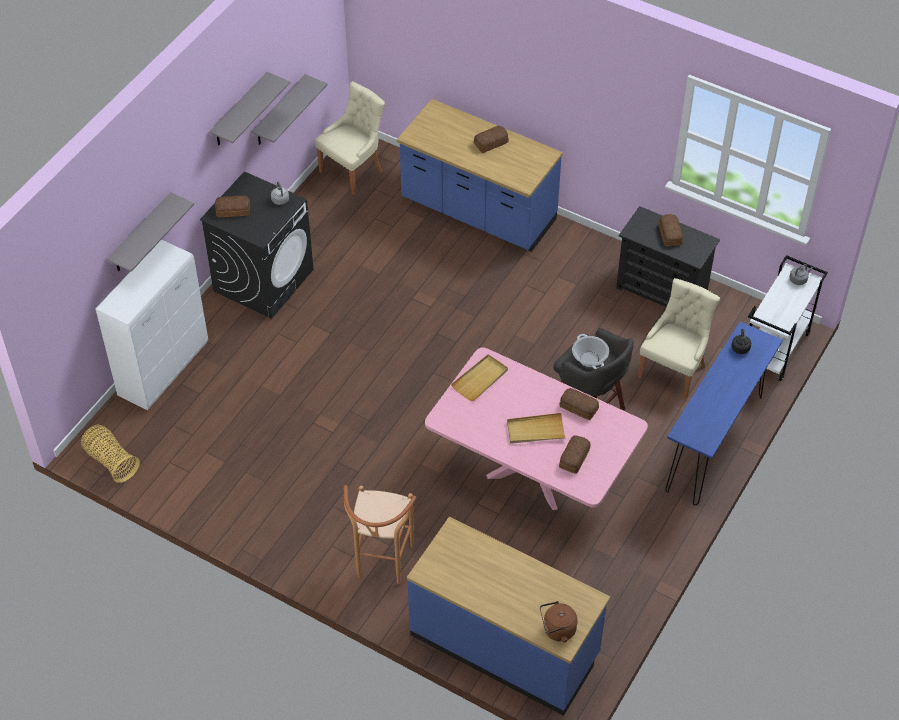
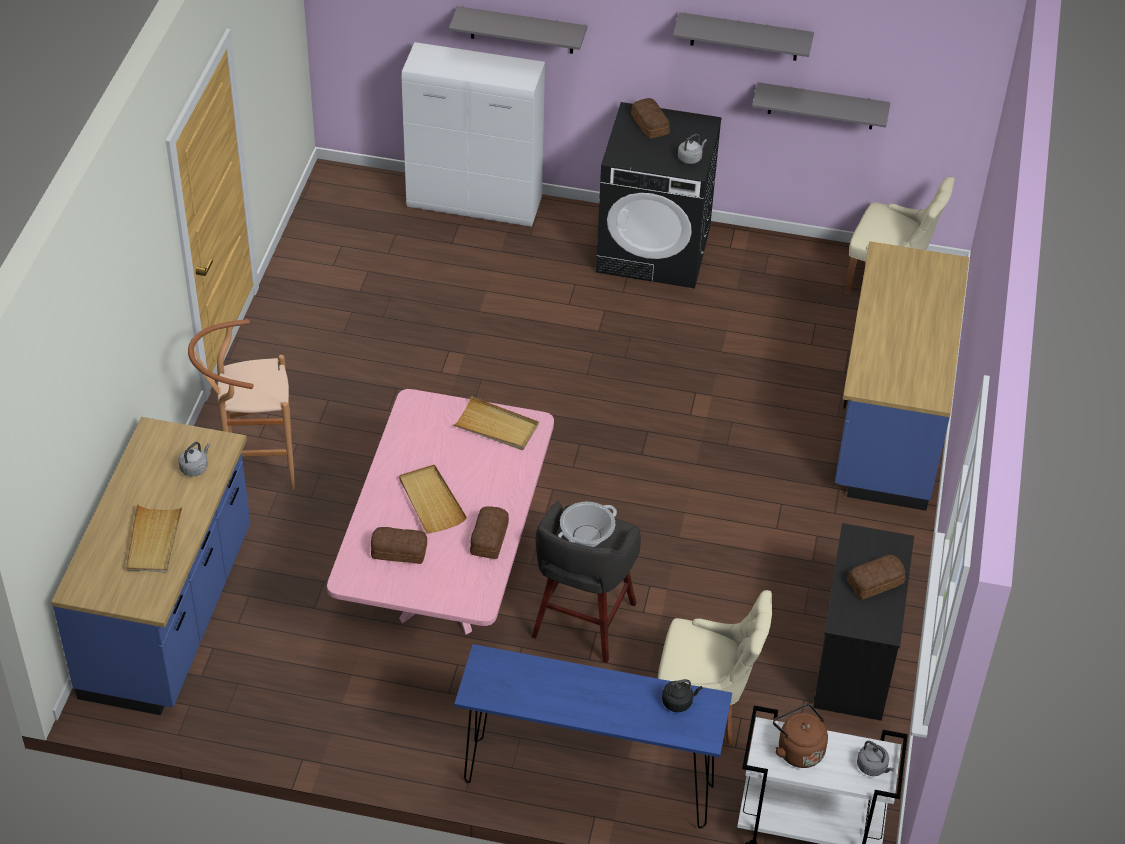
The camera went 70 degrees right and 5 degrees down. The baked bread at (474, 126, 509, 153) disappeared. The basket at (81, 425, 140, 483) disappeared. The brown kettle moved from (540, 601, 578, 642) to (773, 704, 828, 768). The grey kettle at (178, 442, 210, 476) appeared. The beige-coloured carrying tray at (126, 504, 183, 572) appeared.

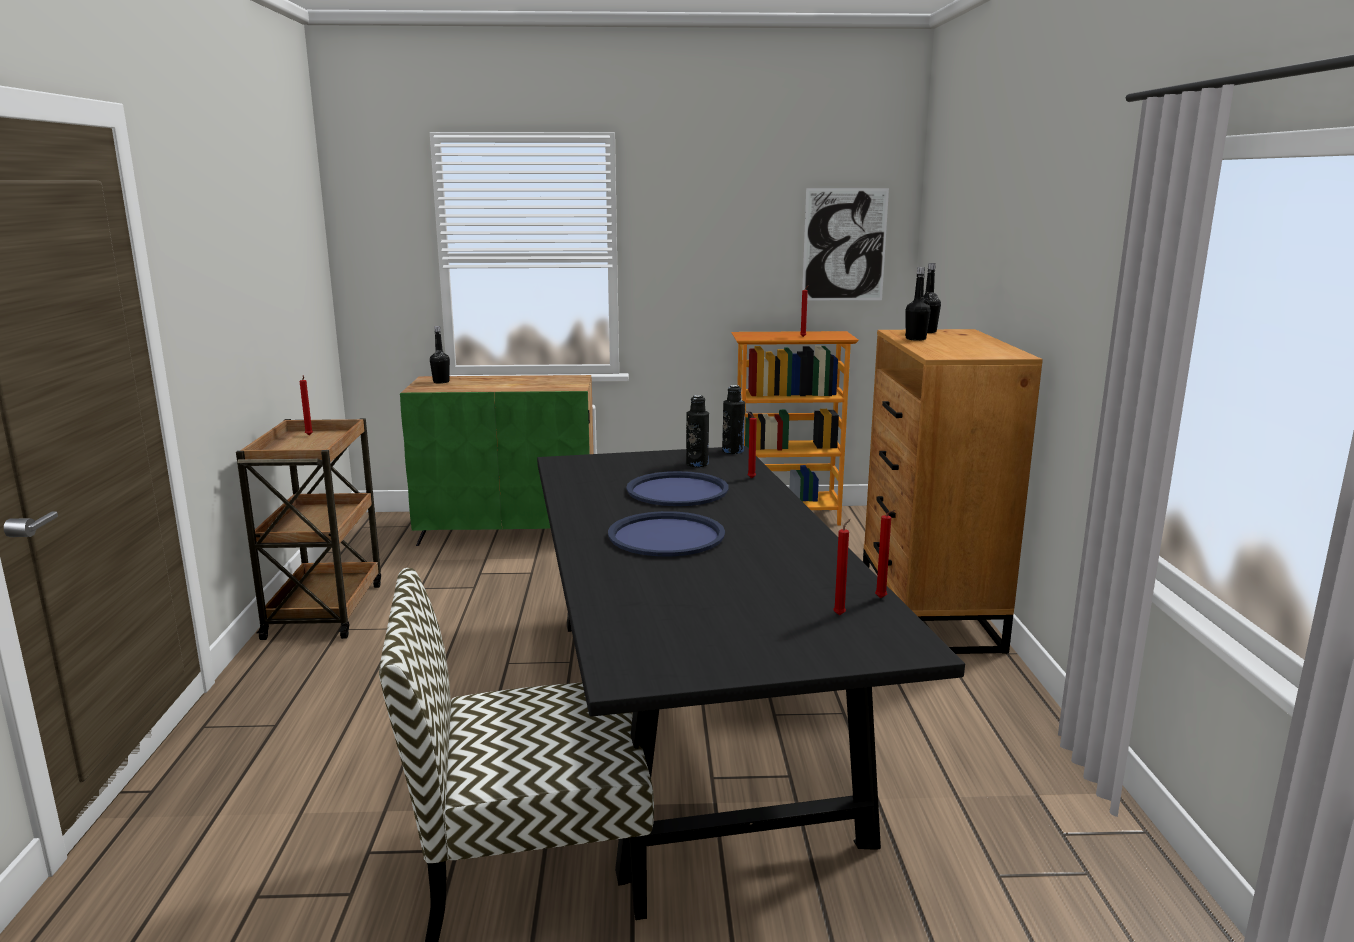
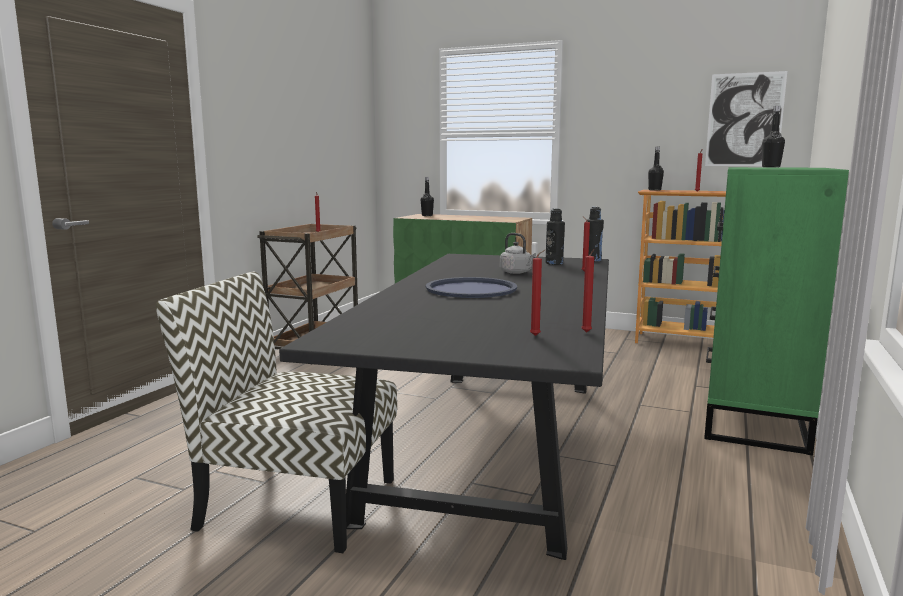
The camera went 25 degrees right and 5 degrees down. The black-coloured bottle moved from (905, 267, 931, 341) to (648, 147, 664, 191). The brown drawer chest at (863, 329, 1043, 654) became the green-coloured drawer chest at (704, 167, 849, 456). The blue-coloured carrying tray at (626, 471, 729, 506) was replaced by the grey kettle at (500, 233, 536, 274).

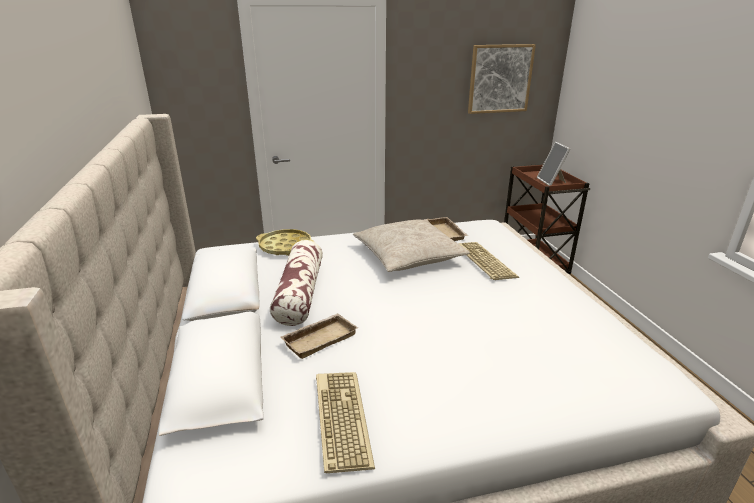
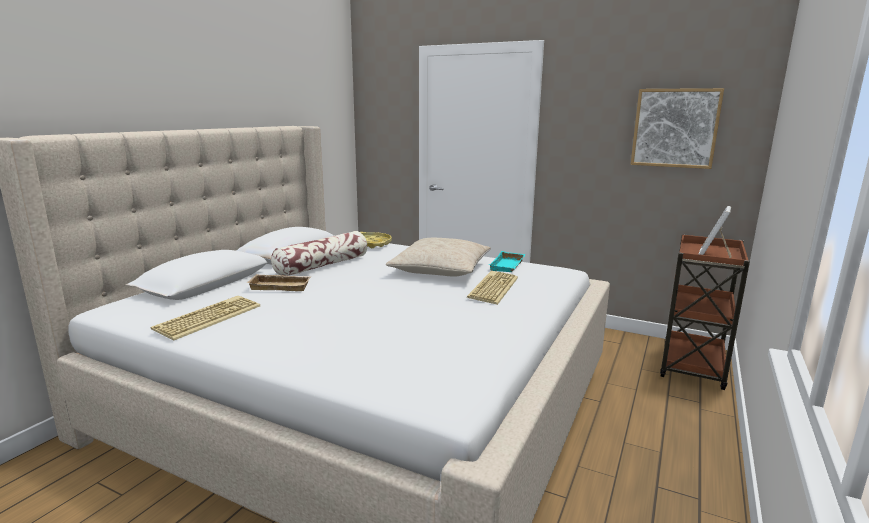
The camera went 40 degrees right and 10 degrees down. The beige-coloured carrying tray at (427, 217, 468, 241) became the blue-green carrying tray at (489, 251, 526, 272).

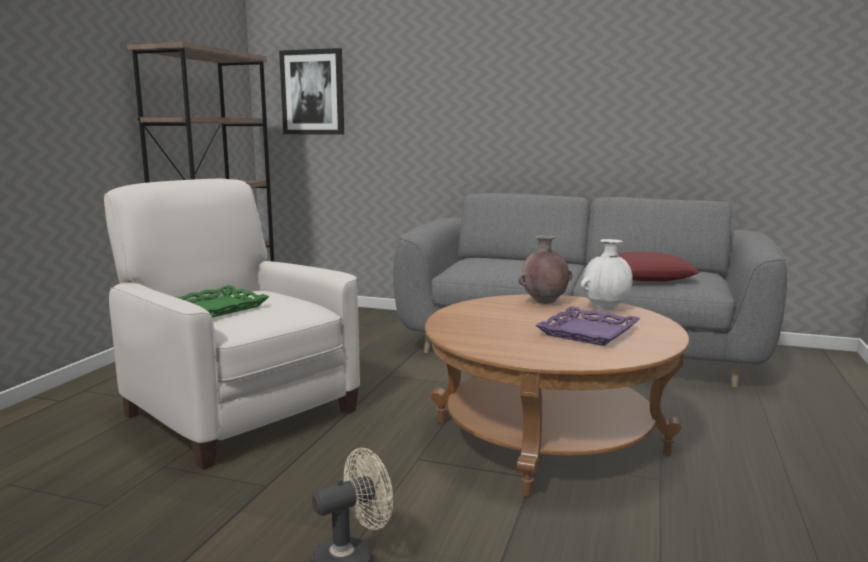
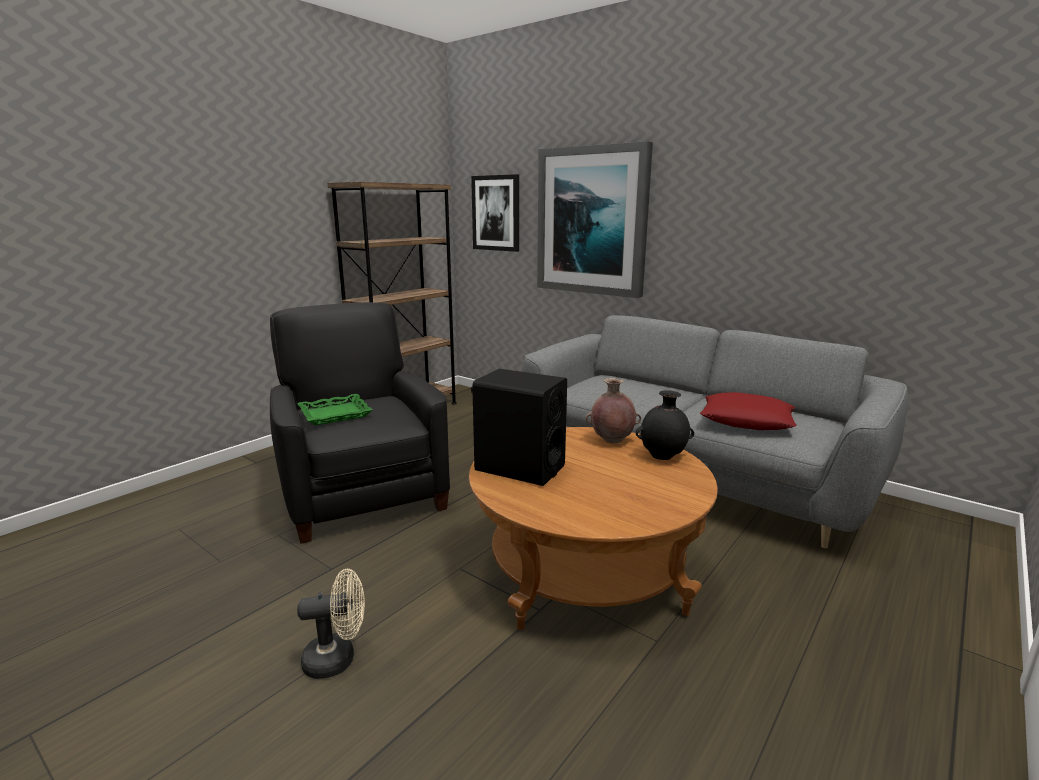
The camera went 20 degrees right and 5 degrees up. The whitish armchair at (104, 179, 360, 470) became the black-coloured armchair at (270, 302, 450, 544). The whitish decorative vase at (581, 239, 633, 310) became the black-coloured decorative vase at (636, 390, 694, 460). The purplish carrying tray at (535, 306, 640, 346) disappeared. The wall art at (537, 141, 653, 298) appeared. The black-coloured speaker at (471, 369, 567, 486) appeared.

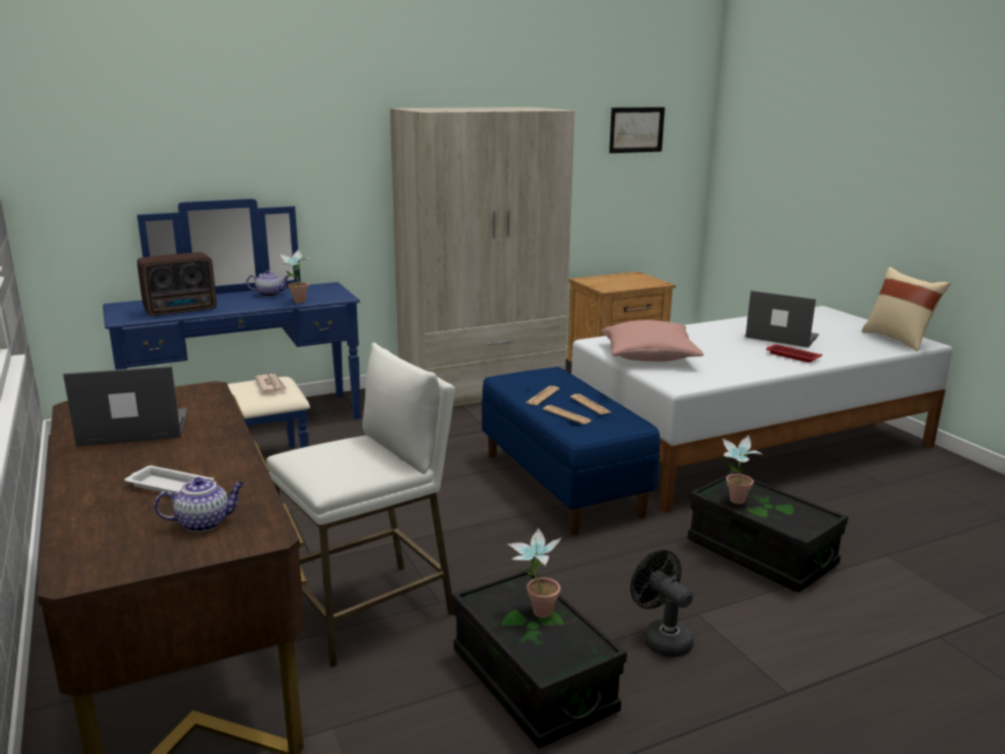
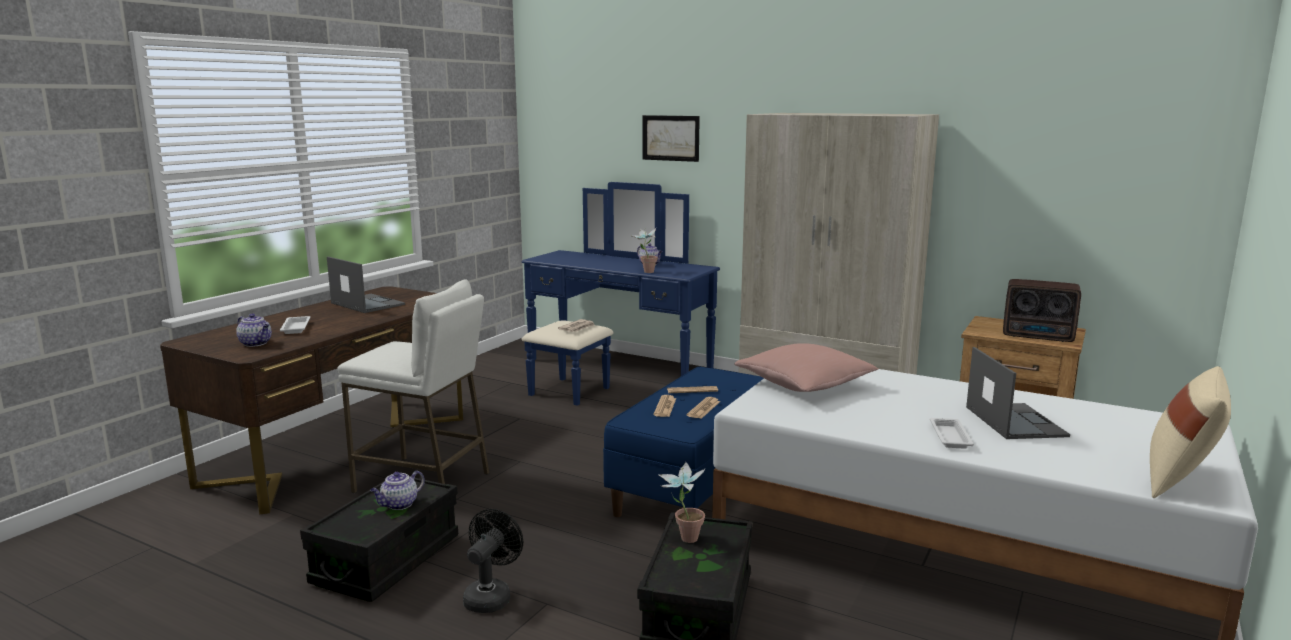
The camera went 55 degrees right and 5 degrees down. The wall art moved from (609, 107, 665, 153) to (643, 115, 700, 162). The radio moved from (137, 252, 217, 316) to (1003, 279, 1081, 342). The red-coloured carrying tray at (766, 344, 822, 363) became the whitish carrying tray at (930, 418, 974, 449). The potted plant at (508, 528, 561, 618) was replaced by the teapot at (370, 471, 425, 510).

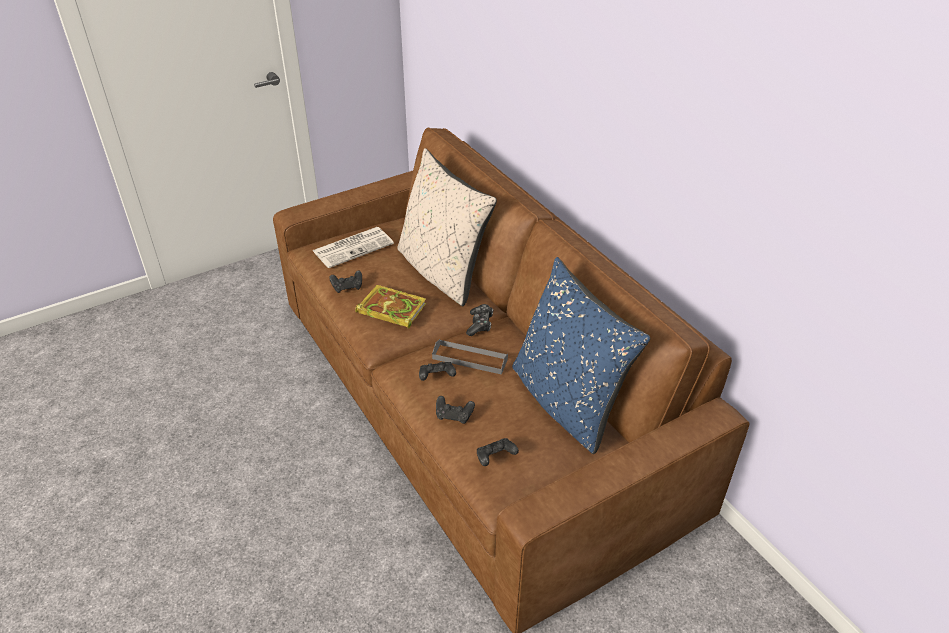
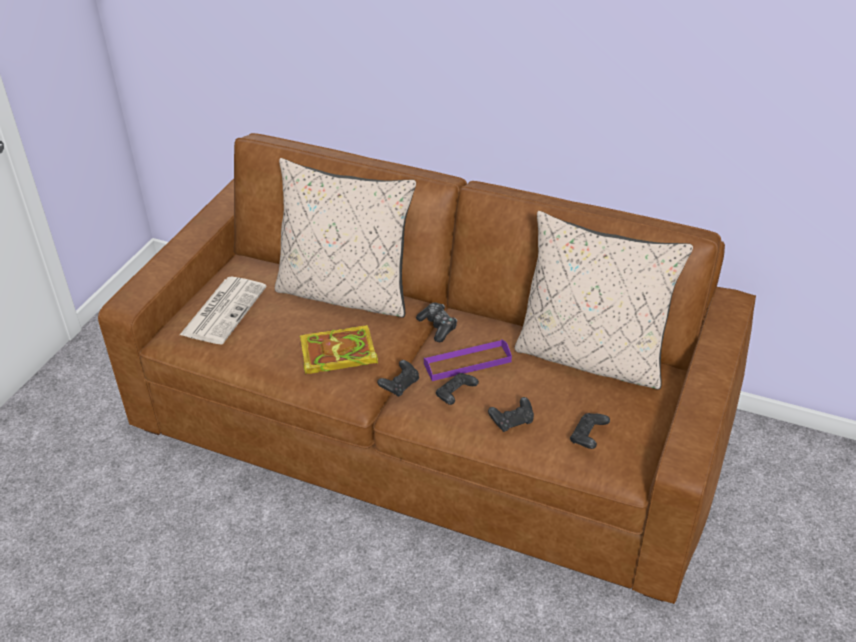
The camera went 35 degrees left and 0 degrees up. The blue-coloured throw pillow at (512, 257, 650, 454) became the beige-coloured throw pillow at (514, 211, 693, 390). The black-coloured joypad moved from (329, 270, 362, 293) to (377, 360, 419, 397). The grey carrying tray at (432, 339, 508, 375) became the purplish carrying tray at (424, 339, 512, 381).

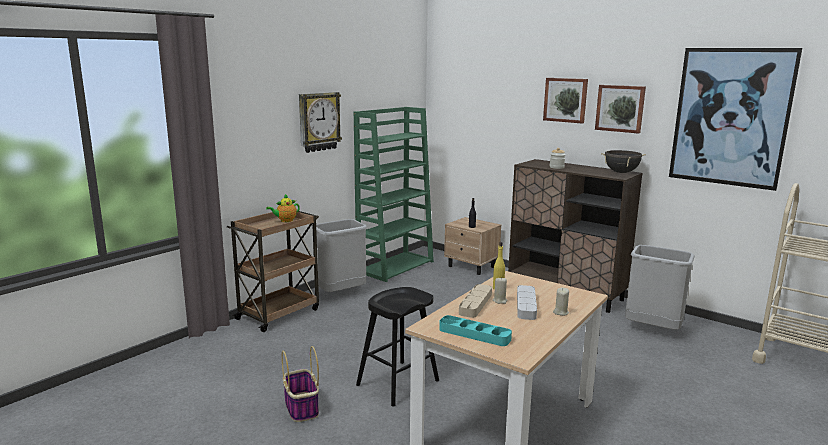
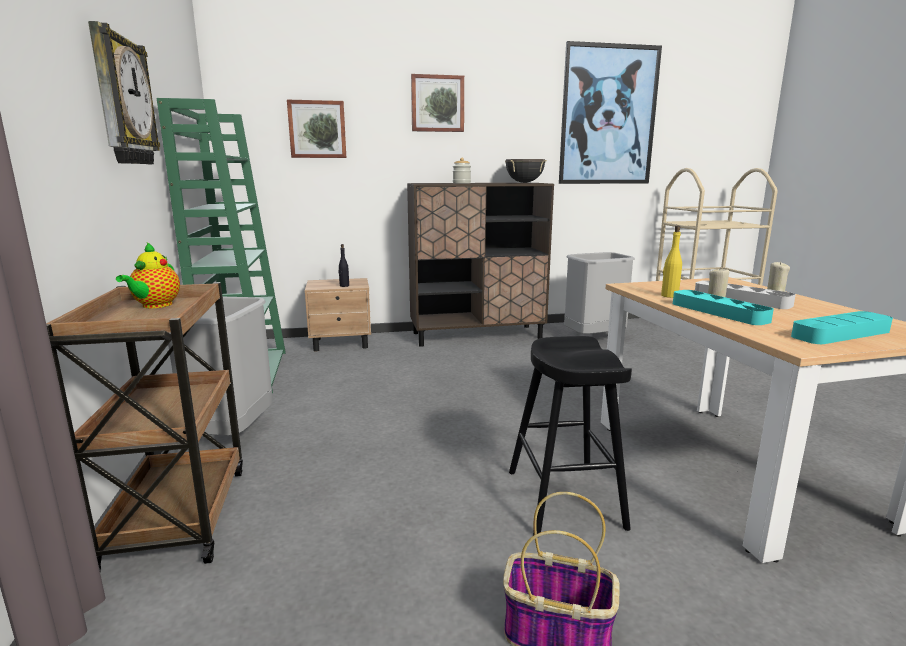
The camera went 50 degrees left and 0 degrees up. The wall art moved from (595, 85, 646, 134) to (287, 100, 346, 158). The beige-coloured carrying tray at (459, 284, 492, 318) became the blue-green carrying tray at (673, 290, 774, 325).

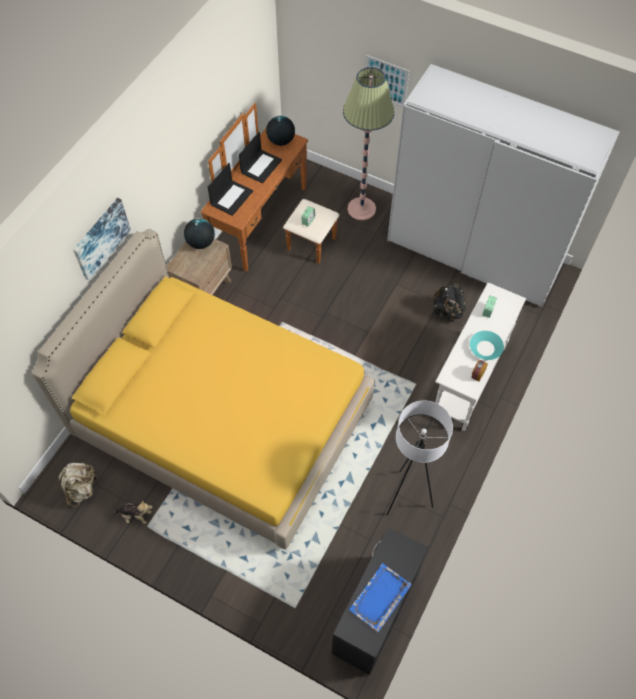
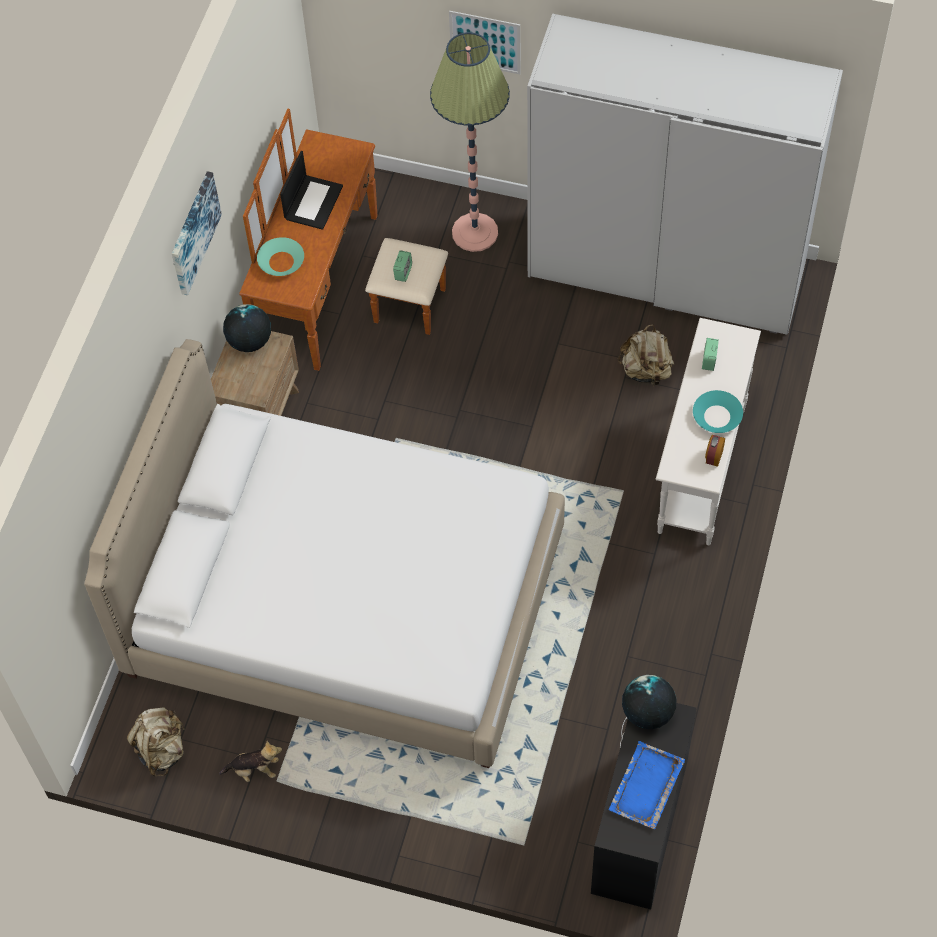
The camera went 10 degrees left and 0 degrees up. The world globe moved from (266, 116, 295, 146) to (622, 675, 676, 729). The notebook computer at (208, 163, 253, 216) was replaced by the blue-green deep dish at (257, 237, 304, 276). The wall art moved from (73, 198, 131, 281) to (171, 171, 222, 296). The yellow bed at (32, 229, 375, 549) became the whitish bed at (84, 339, 565, 768). The black-coloured backpack at (431, 282, 466, 322) became the beige-coloured backpack at (618, 324, 674, 387). The whitish standard lamp at (387, 401, 453, 516) disappeared.

